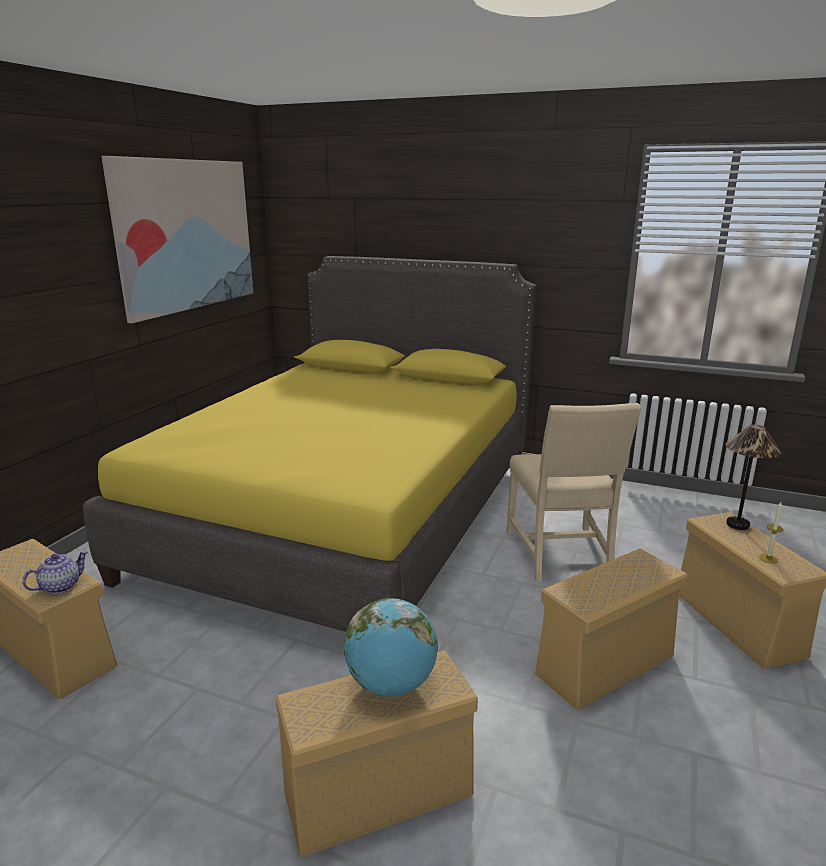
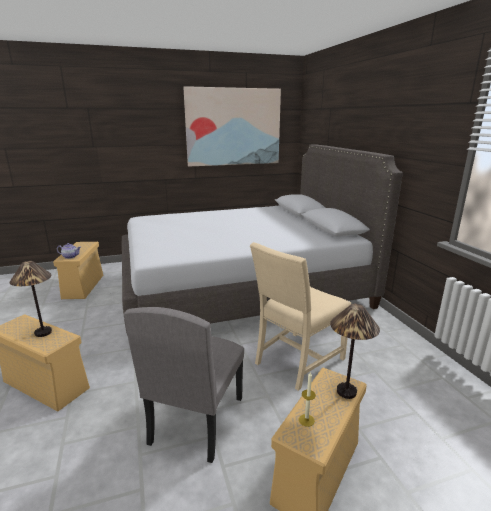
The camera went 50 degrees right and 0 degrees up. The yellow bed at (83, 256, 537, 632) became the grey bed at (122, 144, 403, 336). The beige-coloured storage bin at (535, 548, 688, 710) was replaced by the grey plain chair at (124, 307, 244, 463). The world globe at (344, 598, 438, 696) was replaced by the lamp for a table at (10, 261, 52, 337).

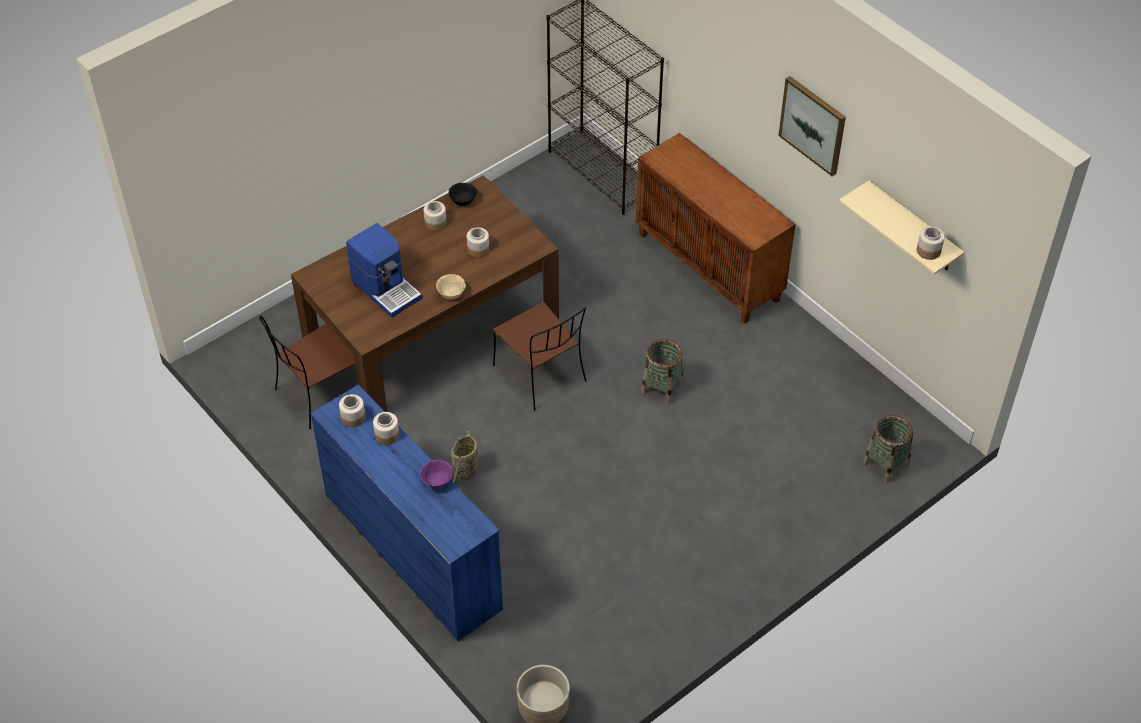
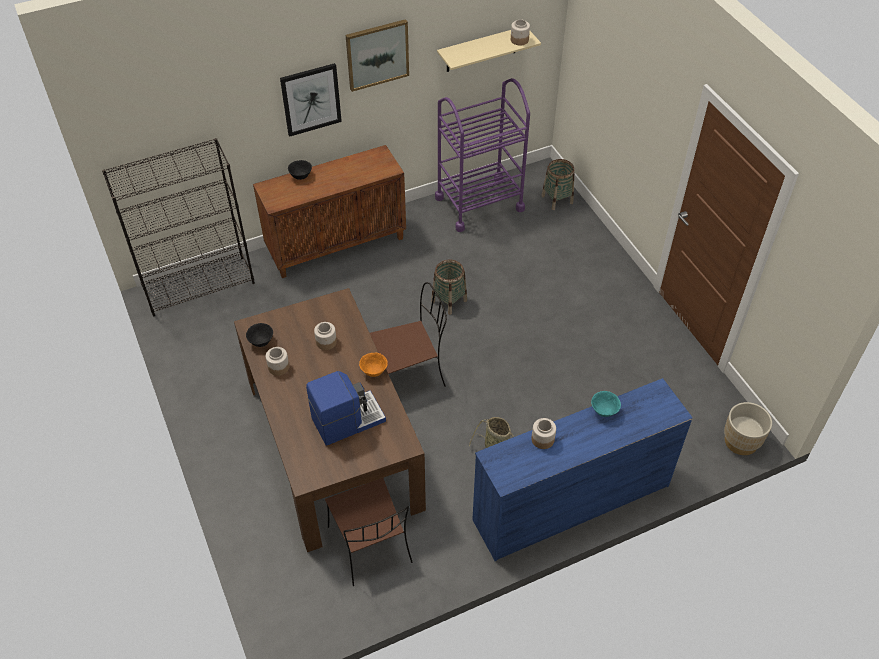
The camera went 75 degrees left and 0 degrees up. The beige-coloured deep dish at (436, 274, 466, 300) became the orangey deep dish at (359, 353, 388, 377). The jar at (339, 394, 365, 427) disappeared. The purplish deep dish at (420, 460, 453, 488) became the blue-green deep dish at (591, 391, 621, 417). The wall art at (280, 63, 342, 137) appeared. The purplish cart at (435, 78, 530, 232) appeared. The black-coloured deep dish at (288, 160, 312, 180) appeared.

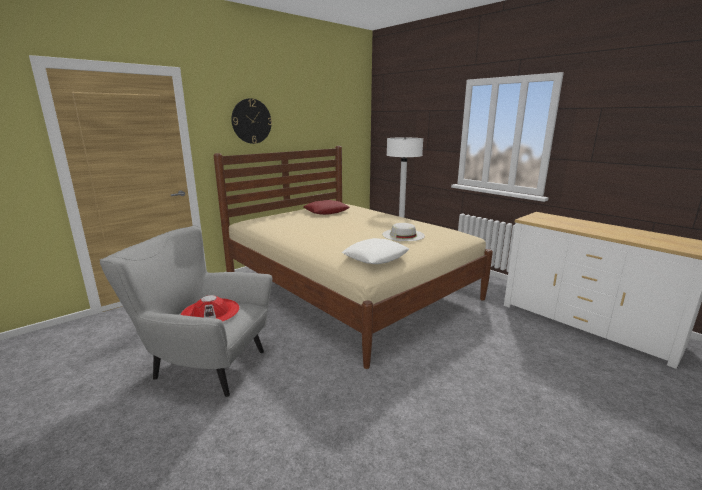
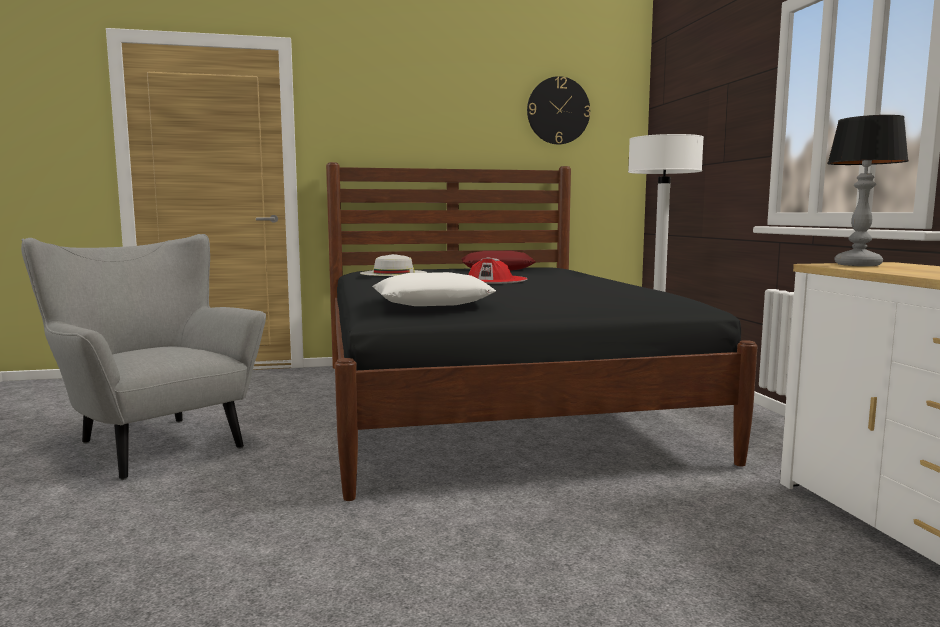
The camera went 30 degrees right and 10 degrees down. The hanging clock moved from (231, 98, 272, 144) to (527, 76, 590, 144). The beige-coloured bed at (214, 146, 493, 369) became the black-coloured bed at (326, 162, 758, 501). The whitish clothing hat moved from (382, 223, 425, 242) to (360, 254, 427, 276). The red-coloured clothing hat moved from (180, 295, 240, 322) to (468, 257, 527, 284). The lamp for a table at (827, 115, 909, 266) appeared.

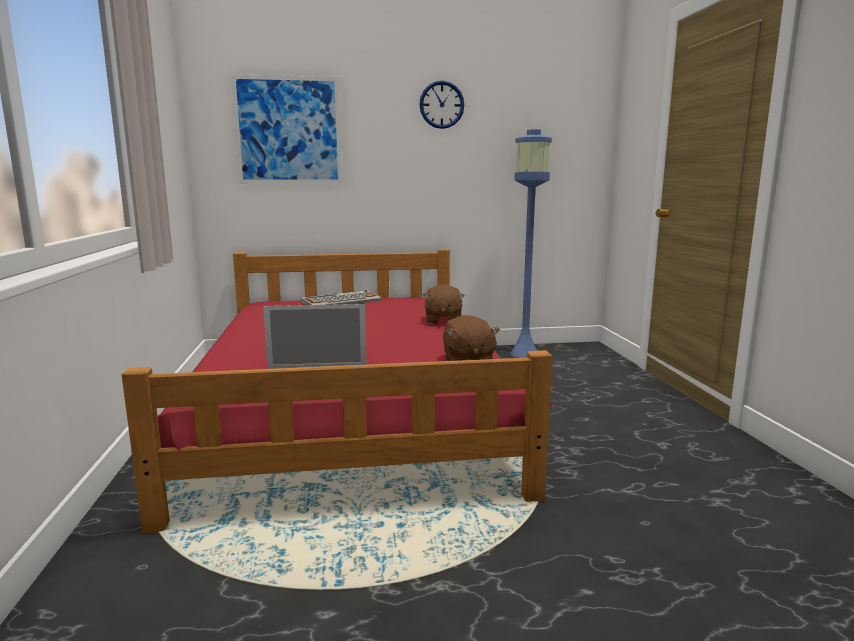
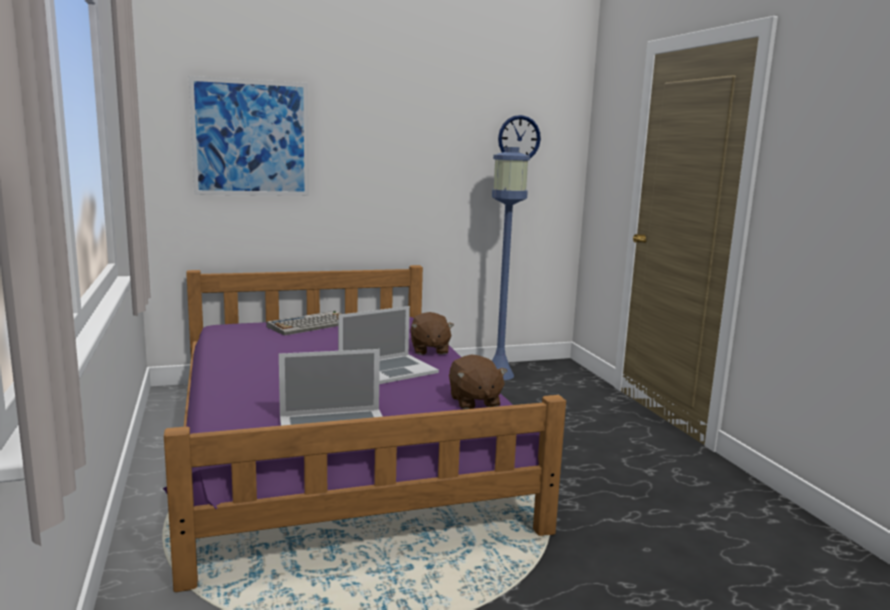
The camera went 10 degrees left and 0 degrees up. The hanging clock moved from (419, 81, 464, 129) to (498, 115, 541, 158). The red-coloured bed at (122, 249, 553, 533) became the purplish bed at (163, 265, 566, 592). The notebook computer at (338, 306, 439, 384) appeared.

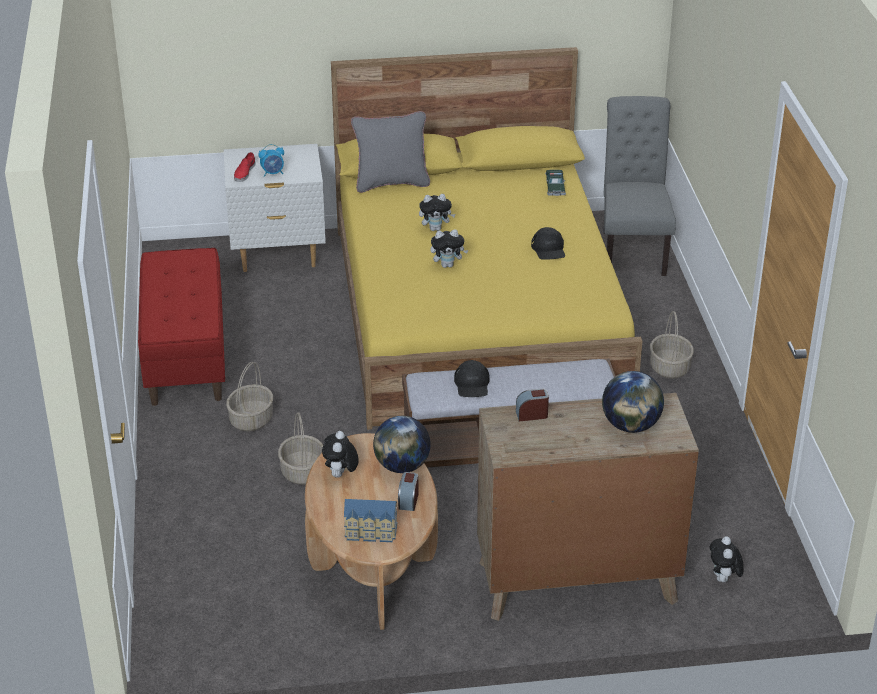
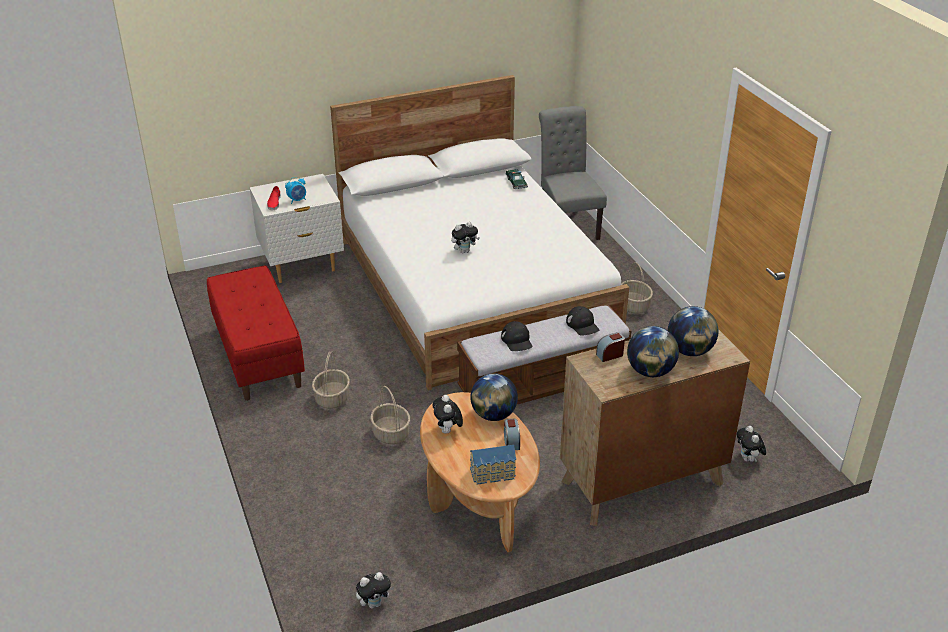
The camera went 15 degrees left and 0 degrees up. The yellow bed at (331, 47, 642, 430) became the whitish bed at (330, 75, 629, 391). The grey throw pillow at (351, 111, 430, 193) disappeared. The plush toy moved from (419, 194, 456, 231) to (356, 572, 394, 609). The black-coloured cap moved from (531, 227, 565, 260) to (566, 306, 599, 336). The world globe at (627, 326, 679, 377) appeared.

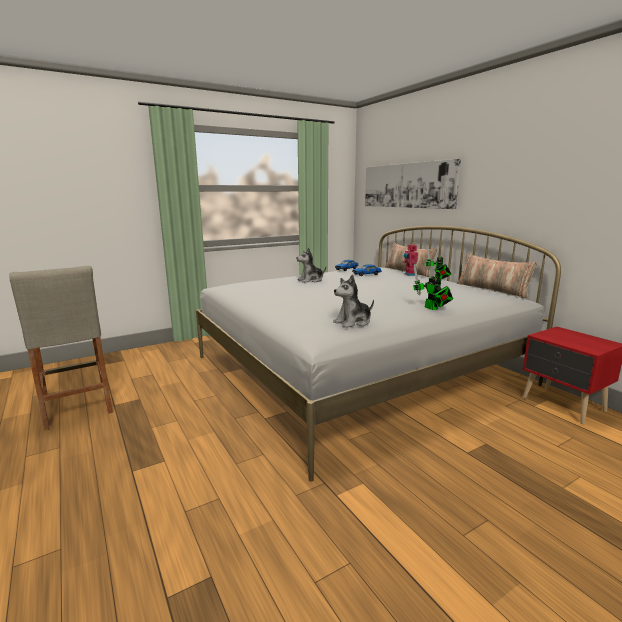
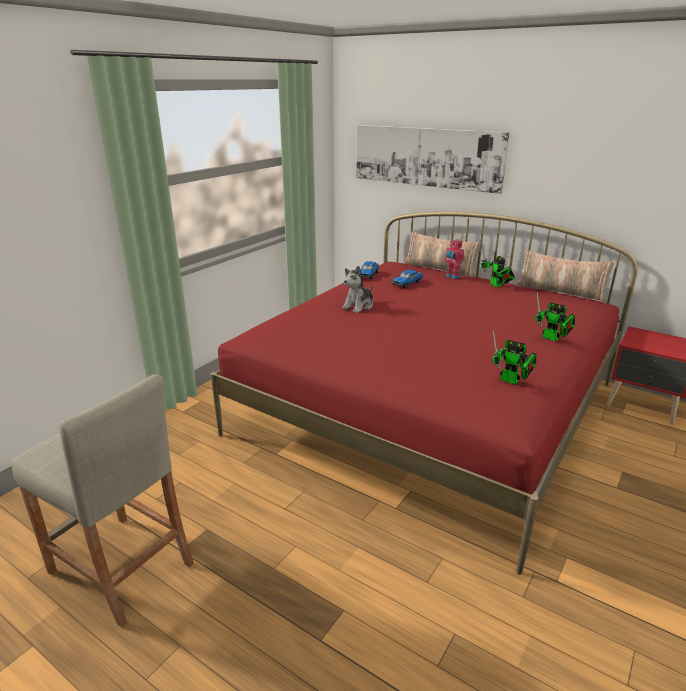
The camera went 25 degrees left and 10 degrees up. The whitish bed at (196, 226, 561, 481) became the red-coloured bed at (211, 212, 638, 575). The plush toy at (333, 275, 374, 328) was replaced by the model robot at (492, 330, 536, 384).

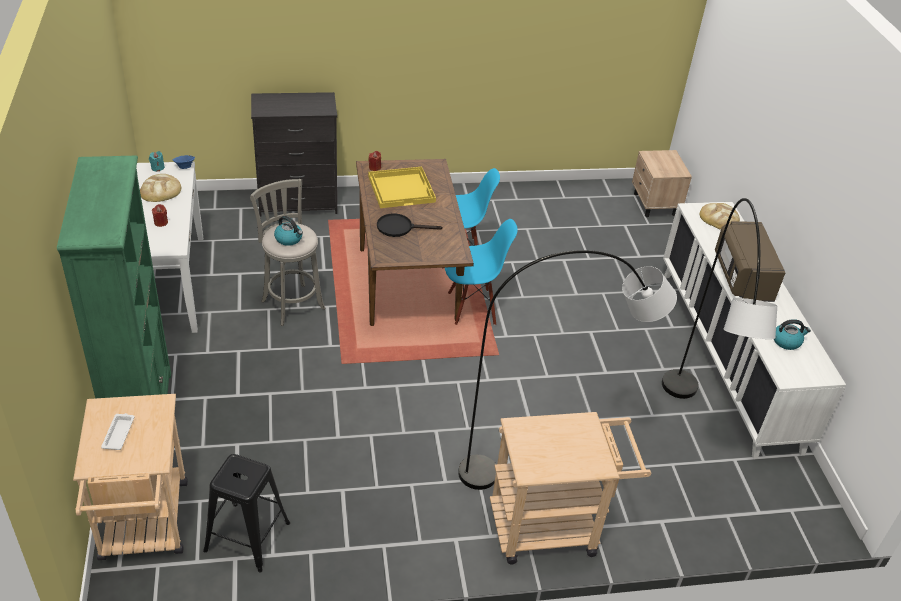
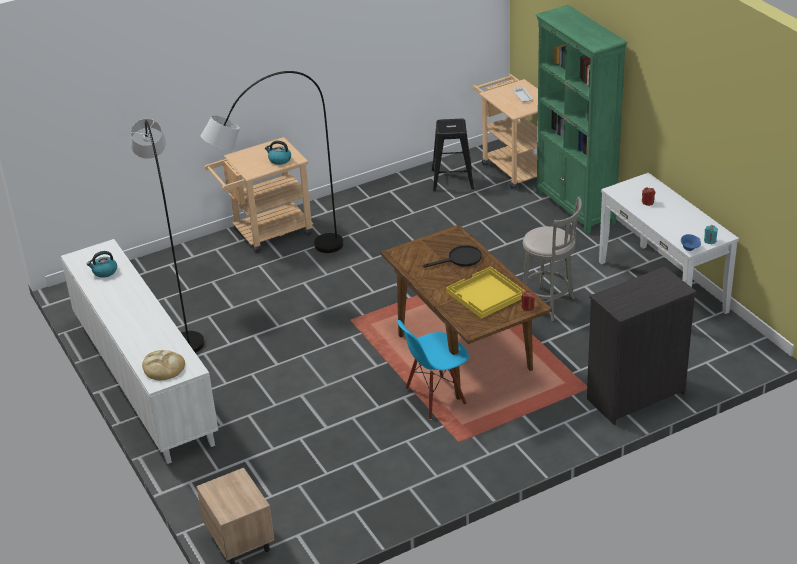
The camera went 165 degrees right and 5 degrees down. The baked bread at (140, 174, 181, 202) disappeared. The kettle moved from (274, 216, 303, 246) to (265, 141, 291, 165). The blue-coloured plain chair at (445, 219, 517, 325) disappeared. The brown microwave at (715, 221, 785, 302) disappeared.

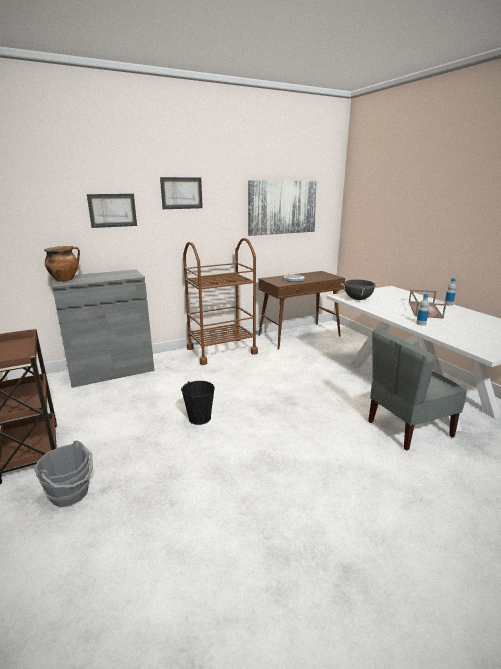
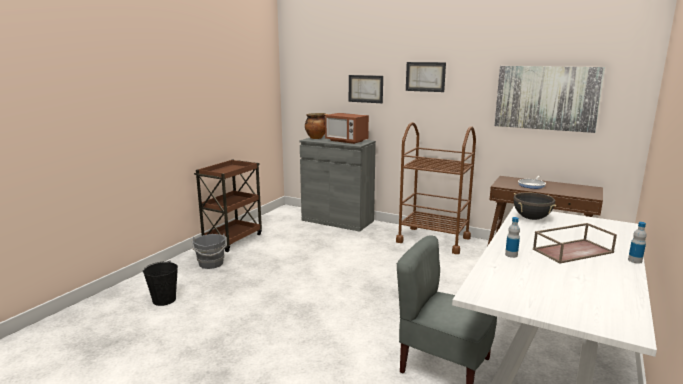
The camera went 55 degrees right and 5 degrees down. The black-coloured pail moved from (181, 381, 215, 425) to (143, 261, 178, 306). The microwave at (325, 113, 369, 144) appeared.

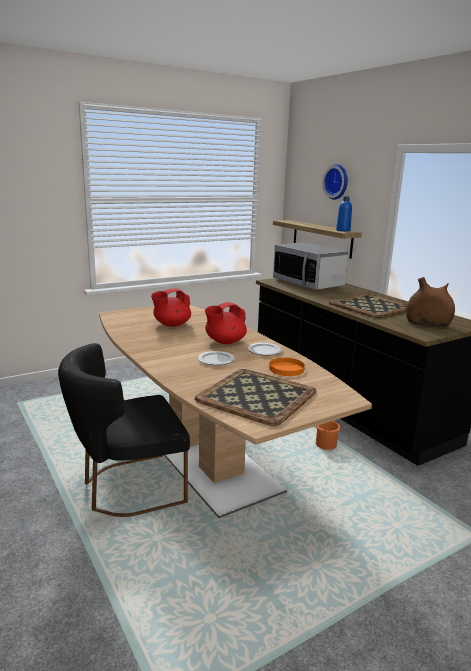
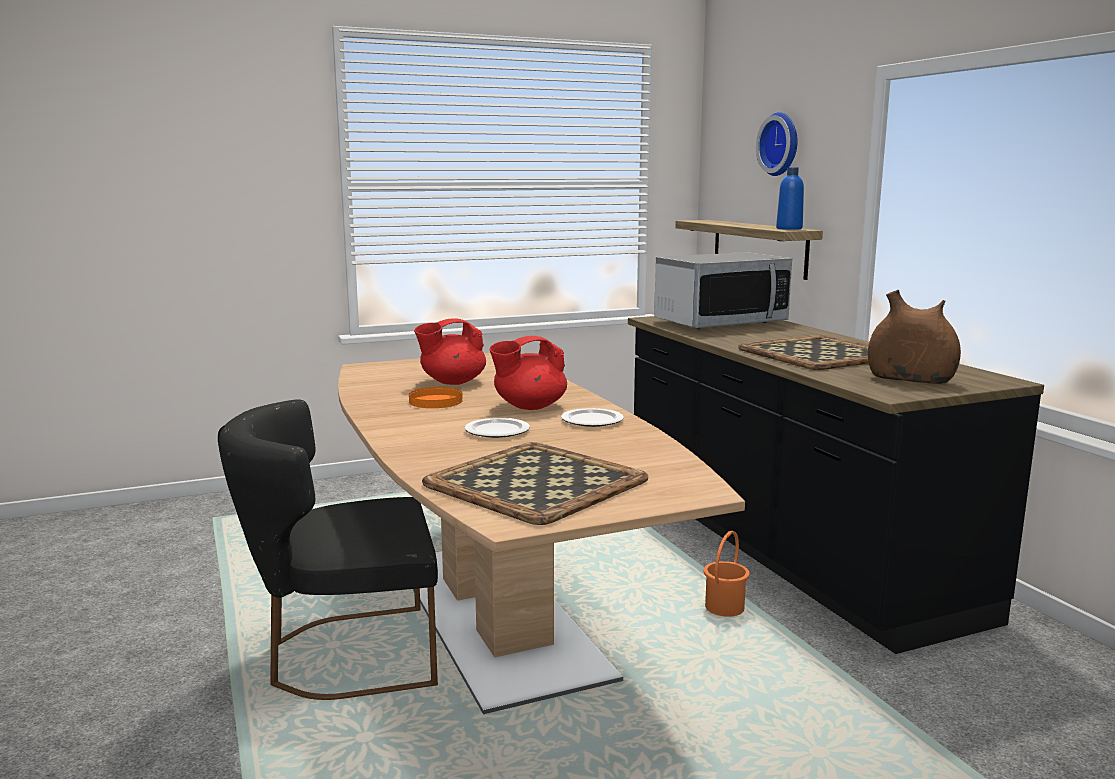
The camera went 10 degrees right and 5 degrees down. The microwave at (273, 242, 348, 290) turned 90 degrees counterclockwise. The orangey flat dish moved from (269, 358, 305, 376) to (409, 387, 463, 408).

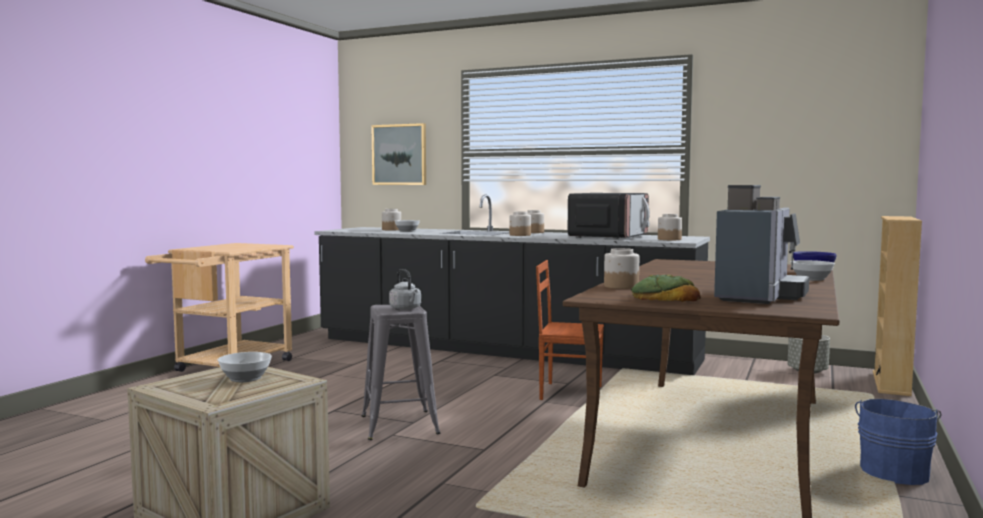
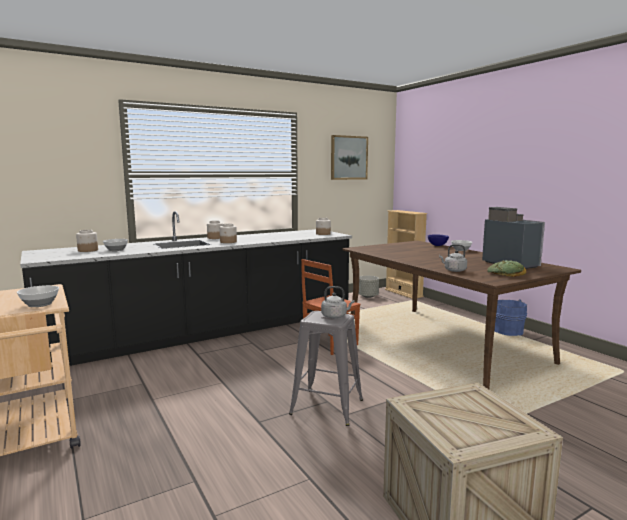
The camera went 55 degrees left and 5 degrees up. The wall art moved from (371, 123, 426, 185) to (331, 135, 368, 180). The microwave at (568, 193, 650, 239) disappeared. The jar at (604, 248, 639, 289) was replaced by the grey kettle at (439, 244, 467, 272). The deep dish moved from (218, 352, 272, 382) to (17, 285, 59, 307).

